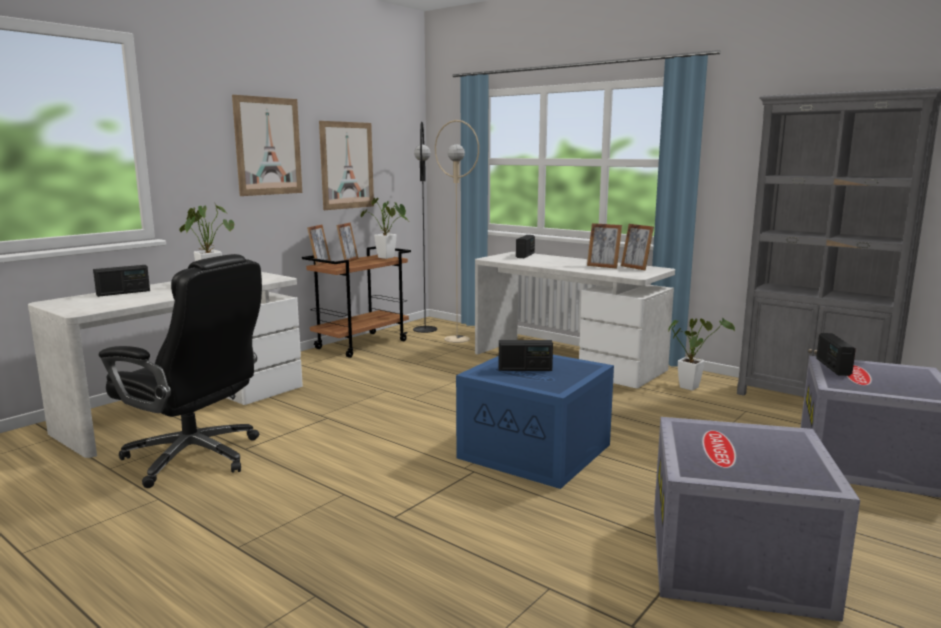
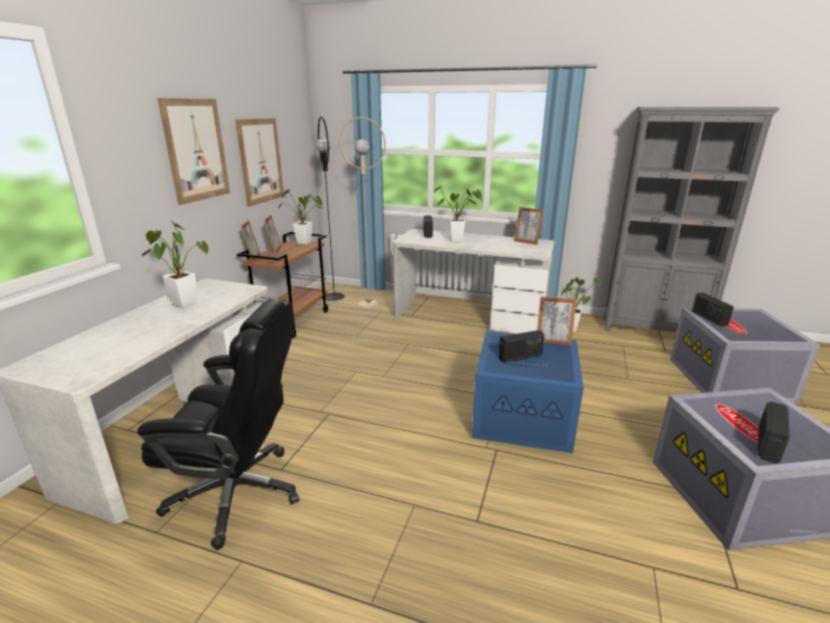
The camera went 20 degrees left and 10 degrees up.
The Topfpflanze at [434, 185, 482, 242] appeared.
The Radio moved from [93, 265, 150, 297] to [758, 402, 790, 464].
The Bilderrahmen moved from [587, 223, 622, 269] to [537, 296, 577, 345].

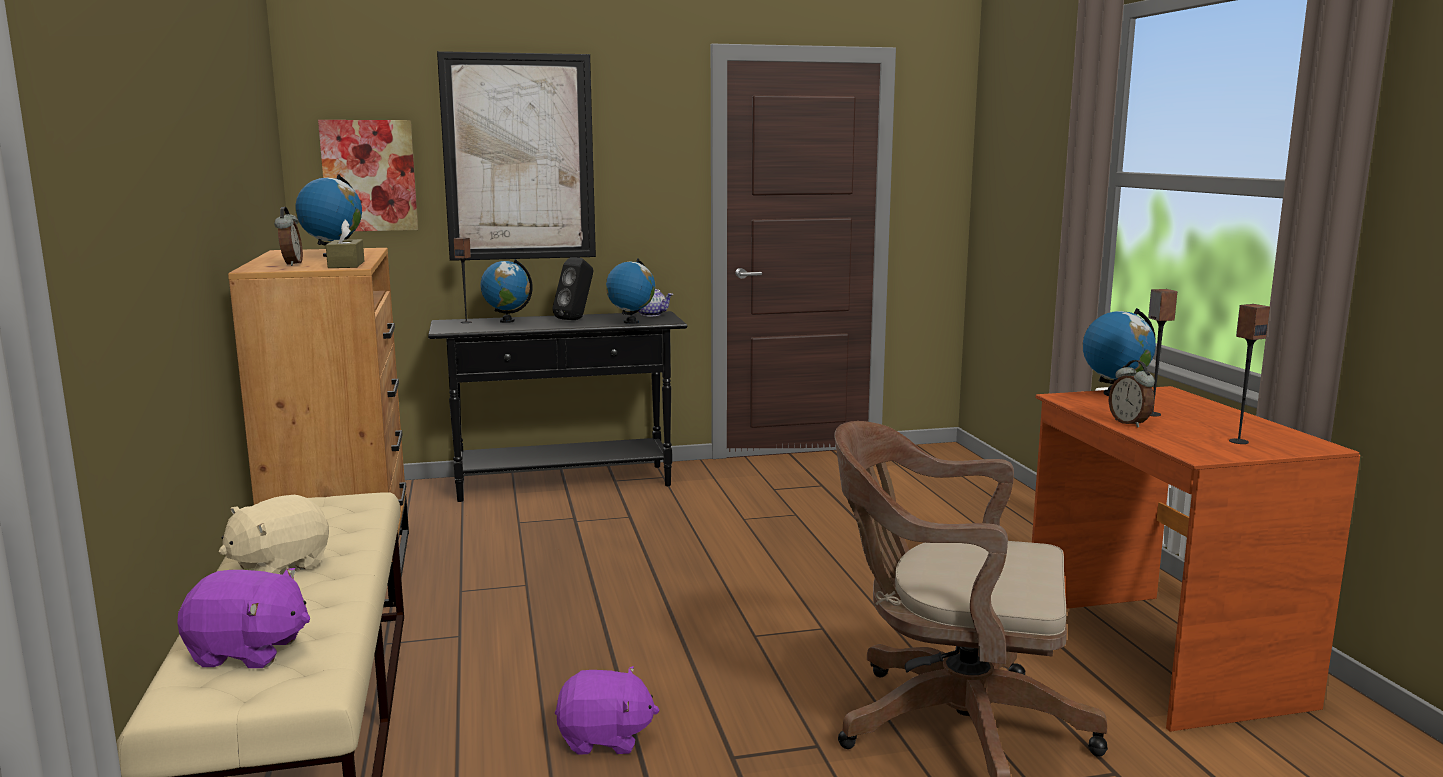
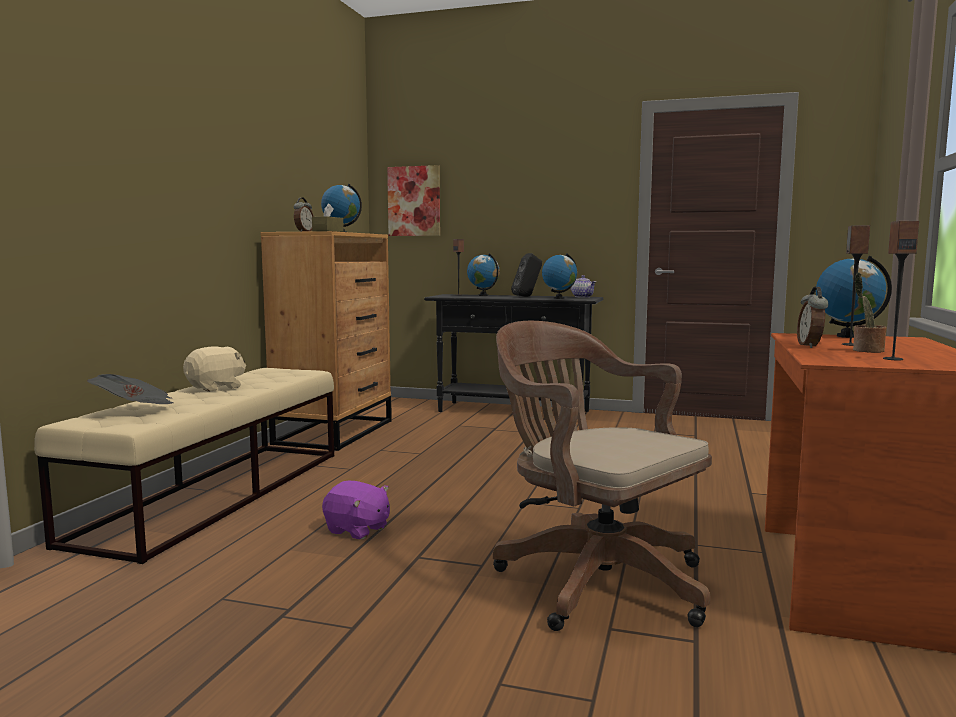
The camera went 30 degrees right and 5 degrees down.
The Bild at [437, 51, 596, 261] disappeared.
The Topfpflanze at [853, 272, 887, 353] appeared.
The Plüschtier (lila) at [177, 568, 310, 668] was replaced by the Zeitung at [87, 374, 174, 404].
The Plüschtier (beige) at [219, 495, 329, 574] turned 150 degrees clockwise.

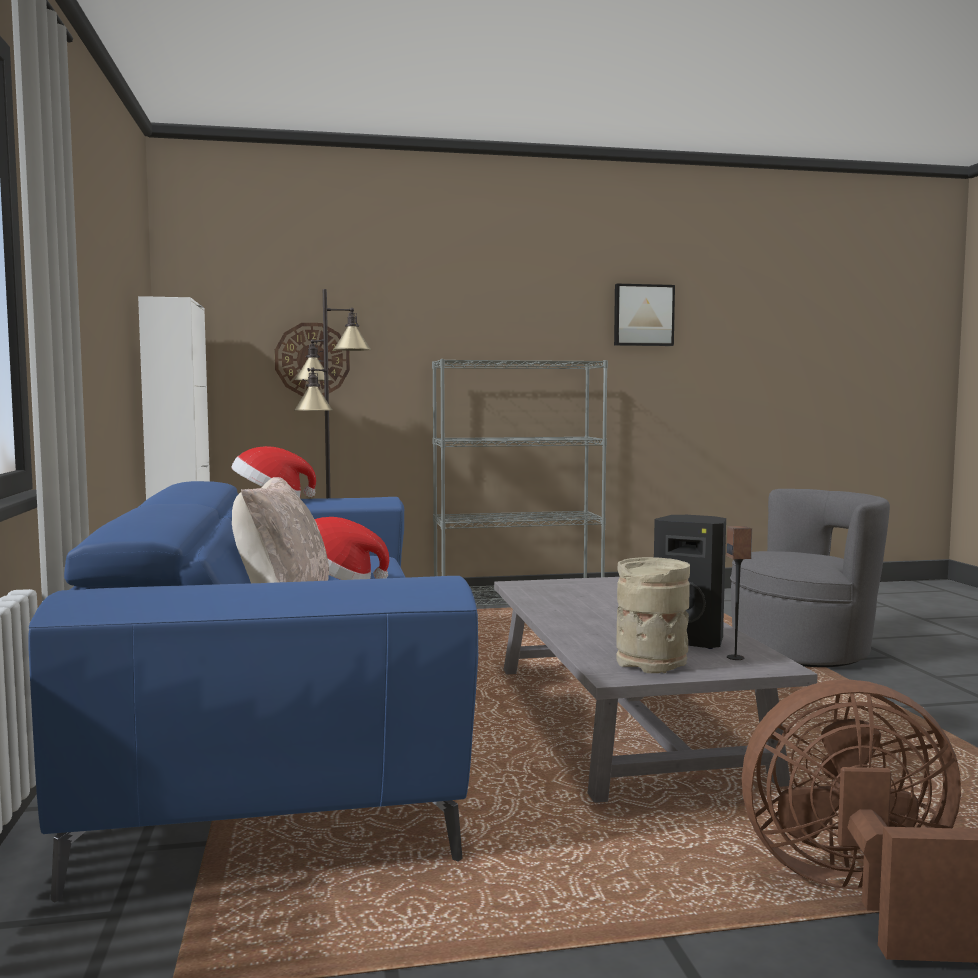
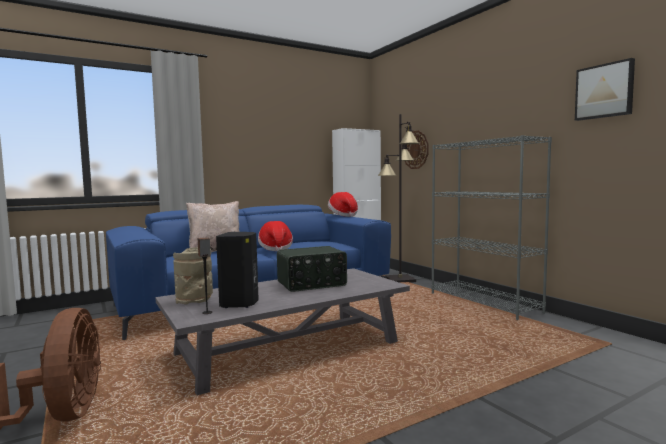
The camera went 70 degrees right and 0 degrees up.
The Sessel (grau) at [730, 489, 890, 667] disappeared.
The Radio at [277, 246, 347, 292] appeared.

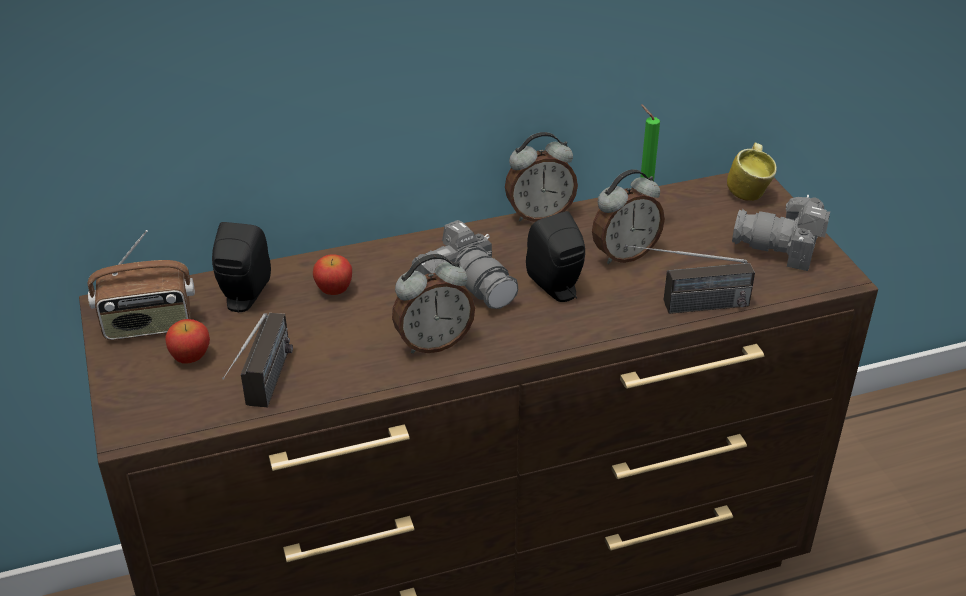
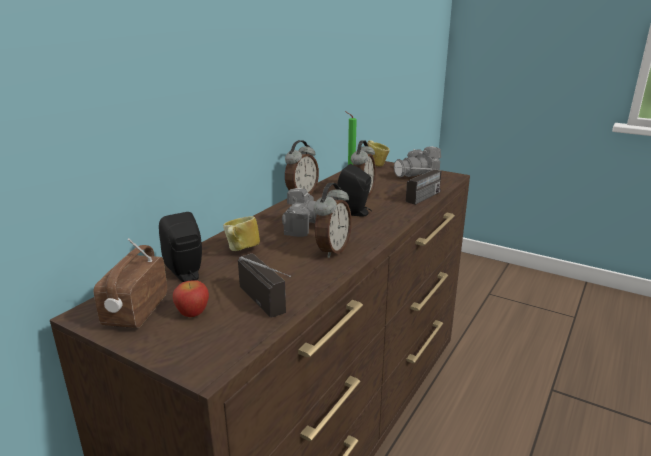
The camera went 40 degrees left and 15 degrees down.
The Apfel at [313, 255, 352, 295] was replaced by the Henkelbecher at [223, 216, 260, 251].
The Radio at [88, 230, 195, 340] turned 150 degrees clockwise.

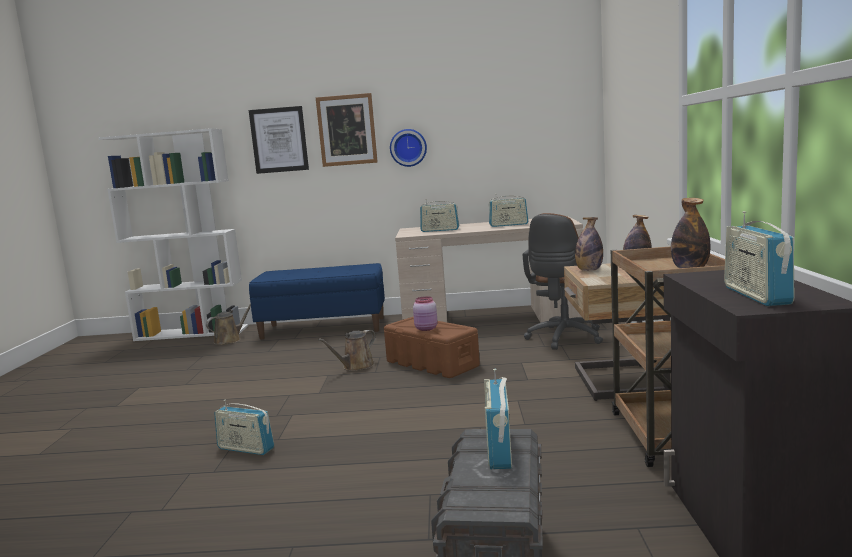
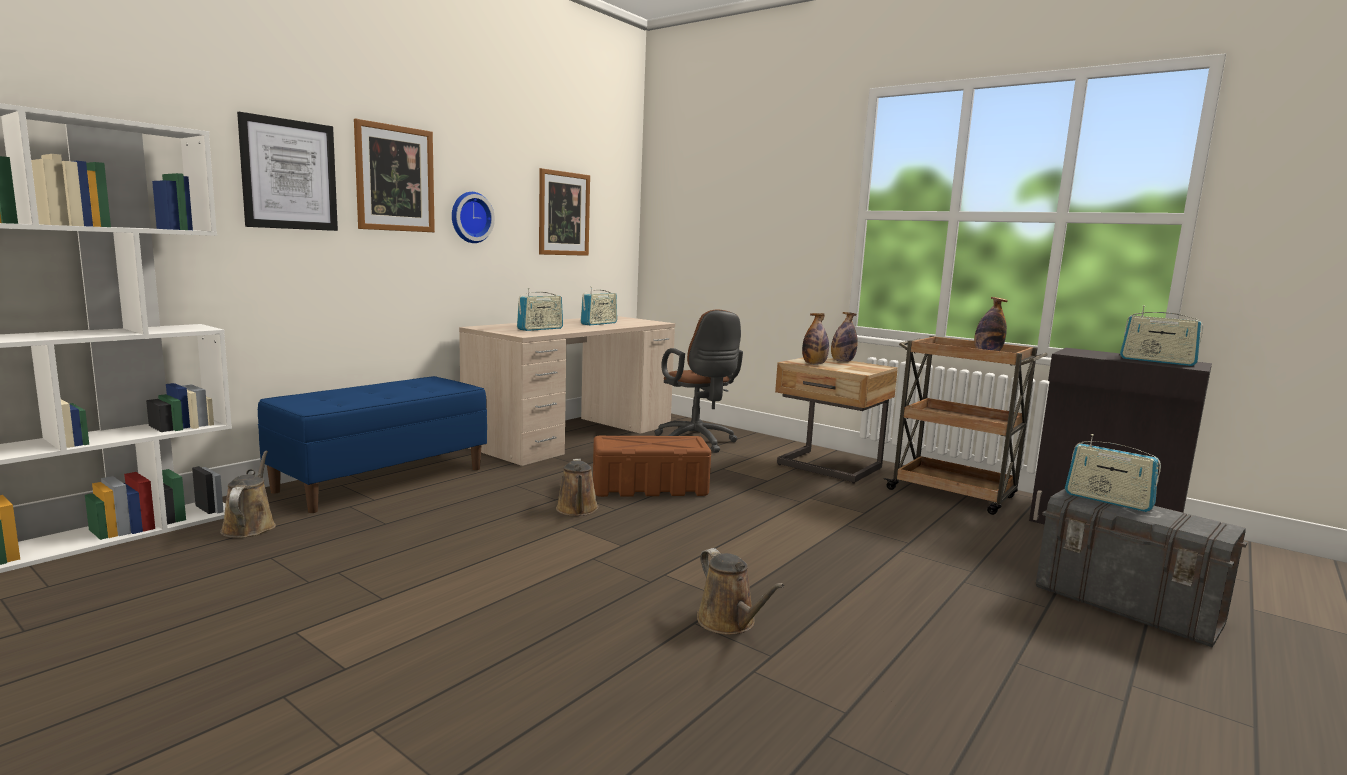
The camera went 55 degrees left and 0 degrees up.
The Vorratsglas (rosa) at [413, 296, 438, 331] disappeared.
The Bild at [539, 168, 590, 256] appeared.
The Radio at [214, 399, 274, 455] was replaced by the Gießkanne (braun) at [697, 548, 785, 635].

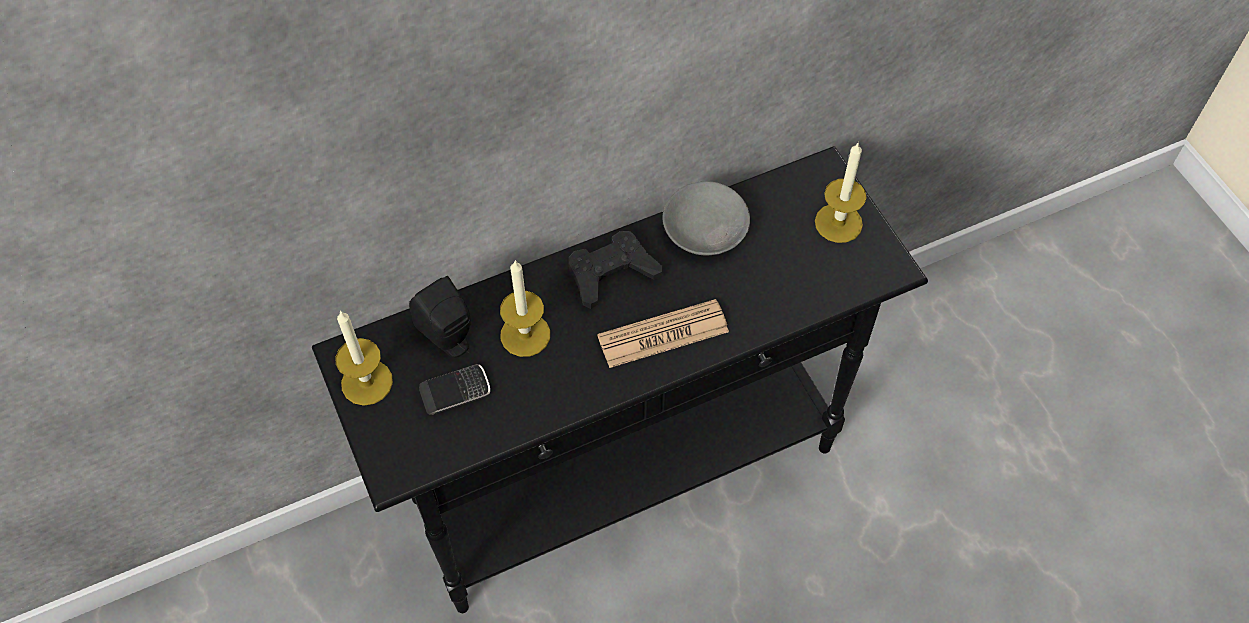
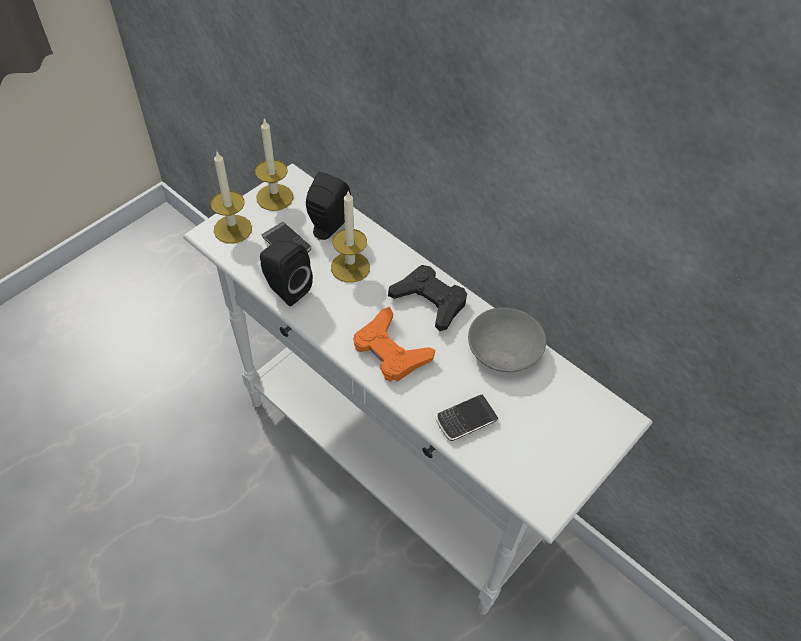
The camera went 65 degrees right and 5 degrees down.
The Lautsprecher (schwarz) at [260, 240, 313, 306] appeared.
The Handy at [435, 395, 498, 441] appeared.
The Kerze moved from [815, 141, 867, 243] to [210, 152, 252, 244].
The Zeitung at [597, 299, 729, 368] was replaced by the Gamepad (orange) at [353, 307, 435, 382].
The Konsolentisch (schwarz) at [312, 146, 928, 613] became the Konsolentisch (weiß) at [183, 164, 653, 615].

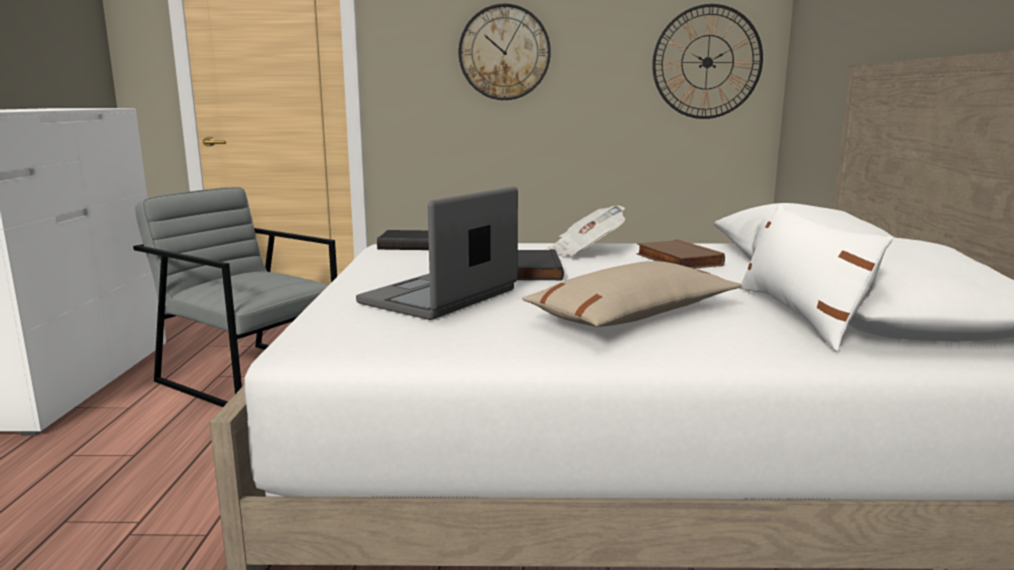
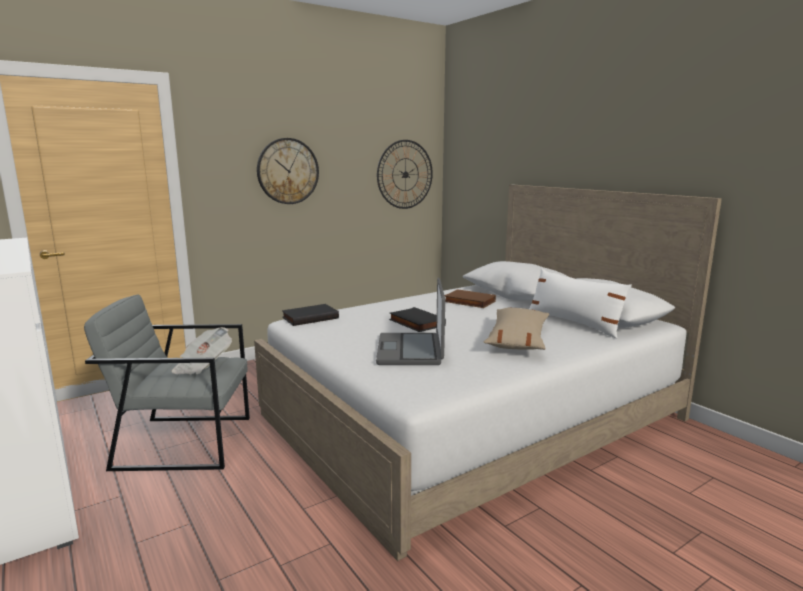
The camera went 35 degrees left and 0 degrees up.
The Zeitung moved from [545, 205, 626, 256] to [172, 327, 232, 375].

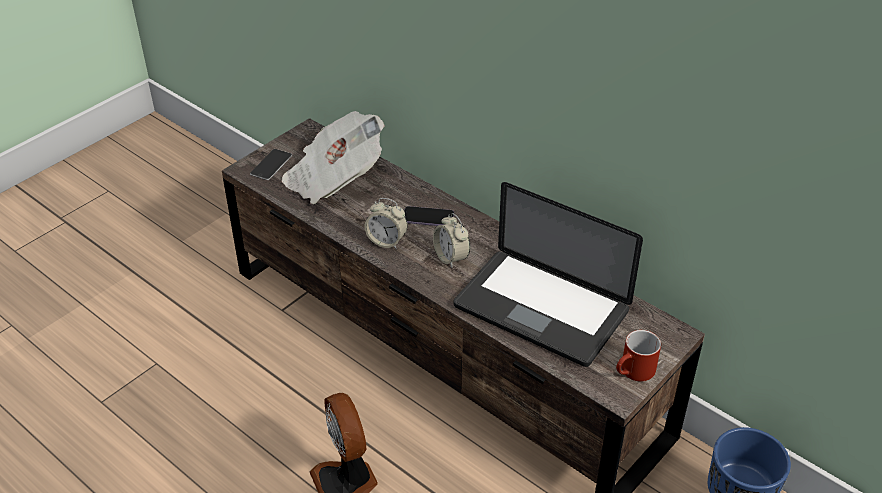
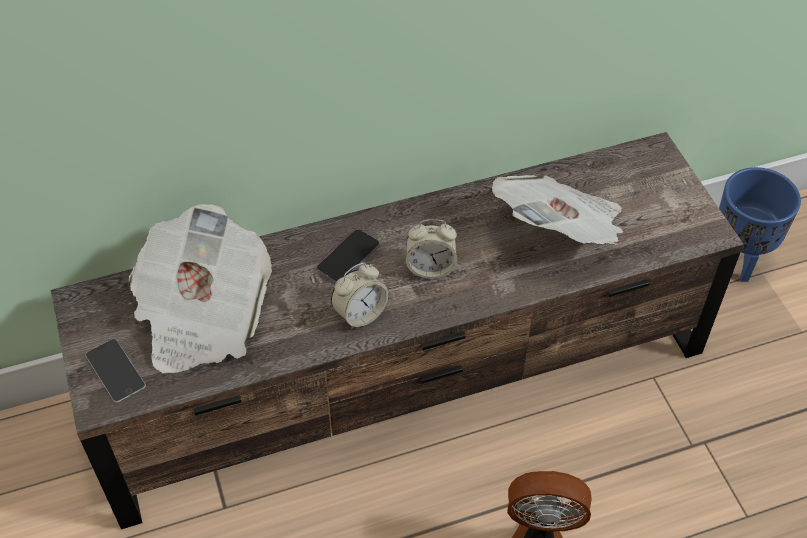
The camera went 60 degrees left and 10 degrees up.
The Henkelbecher (rot) at [616, 330, 661, 382] disappeared.
The Laptop at [453, 182, 643, 367] was replaced by the Zeitung at [492, 175, 623, 244].

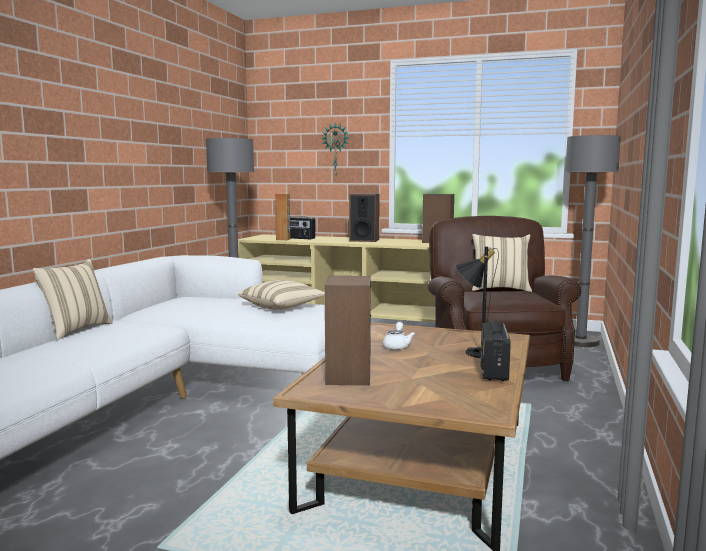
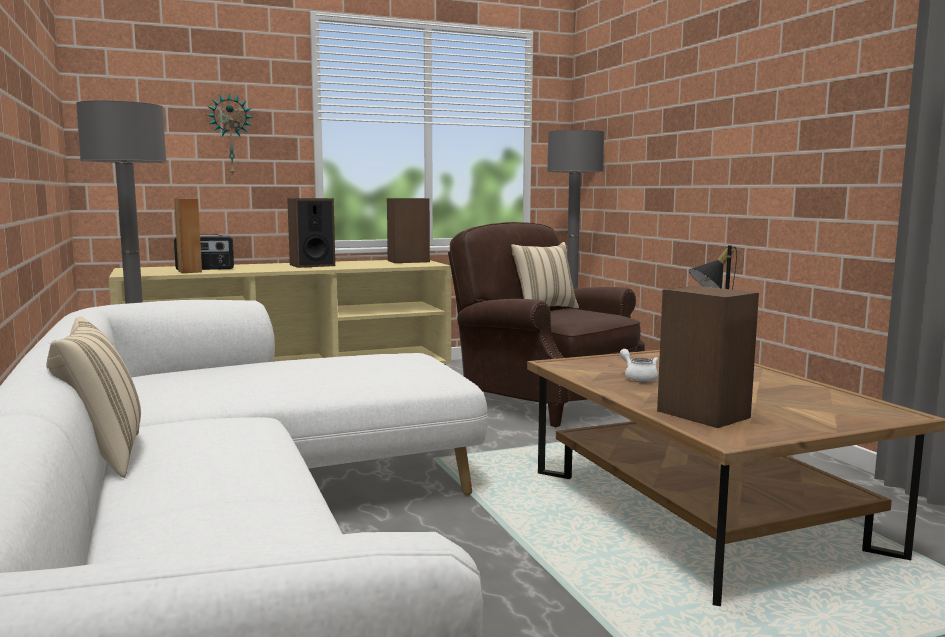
The camera went 40 degrees left and 0 degrees up.
The Kissen (beige) at [238, 280, 325, 310] disappeared.
The Radio at [481, 321, 511, 381] disappeared.

